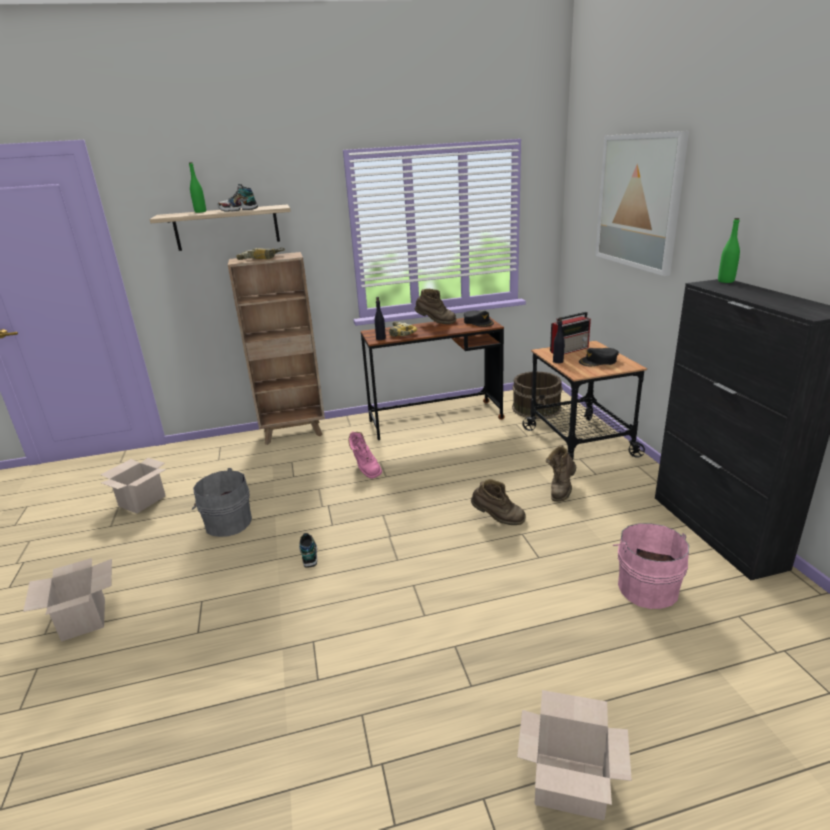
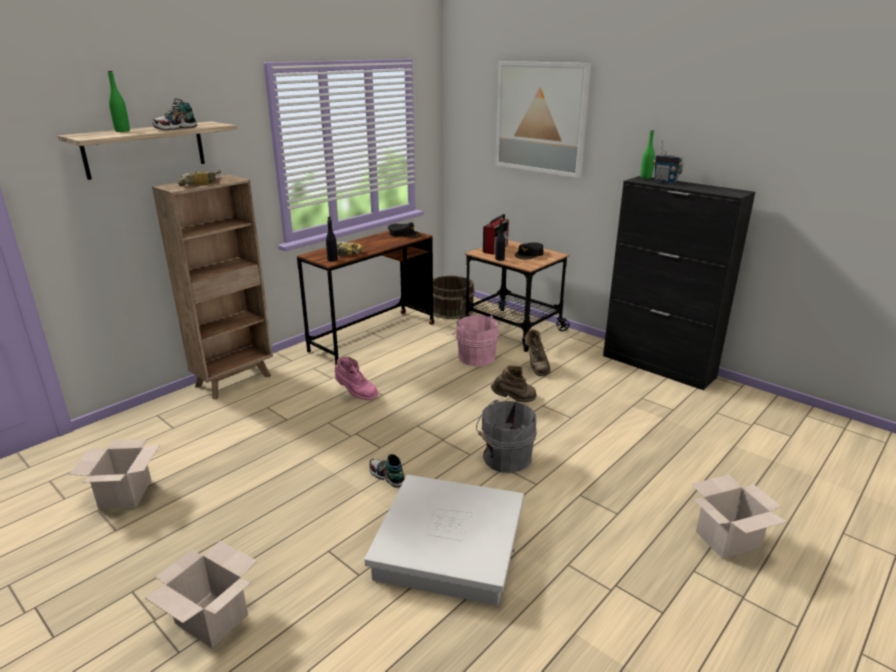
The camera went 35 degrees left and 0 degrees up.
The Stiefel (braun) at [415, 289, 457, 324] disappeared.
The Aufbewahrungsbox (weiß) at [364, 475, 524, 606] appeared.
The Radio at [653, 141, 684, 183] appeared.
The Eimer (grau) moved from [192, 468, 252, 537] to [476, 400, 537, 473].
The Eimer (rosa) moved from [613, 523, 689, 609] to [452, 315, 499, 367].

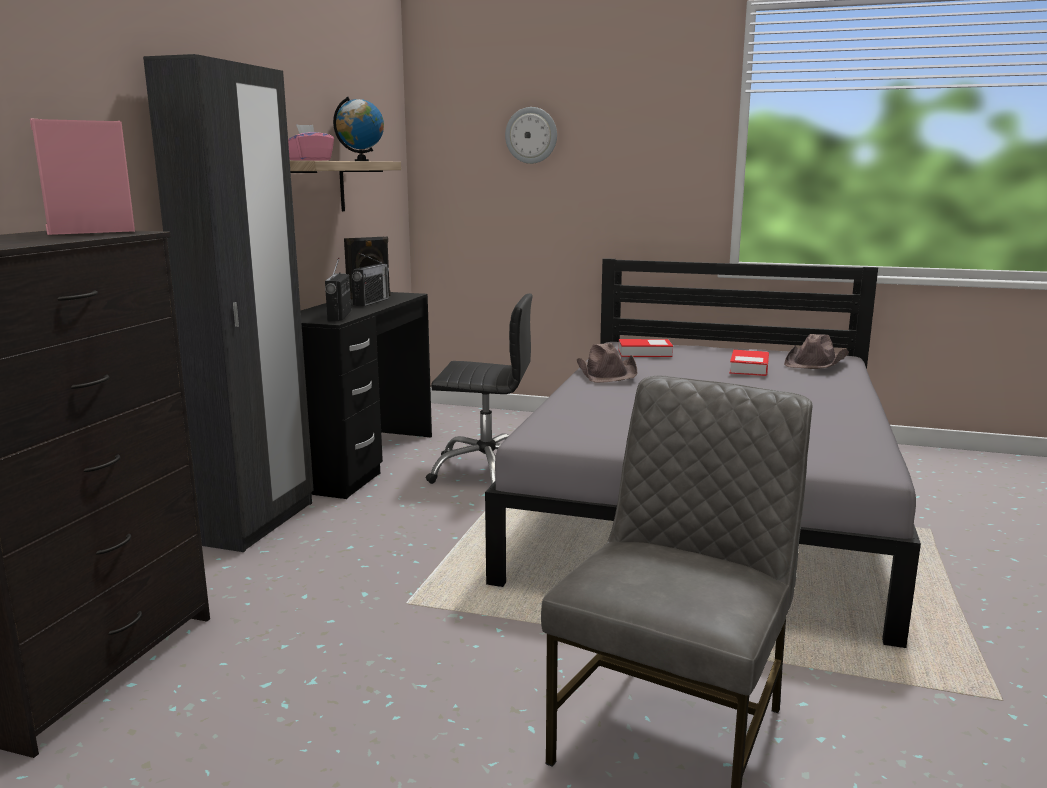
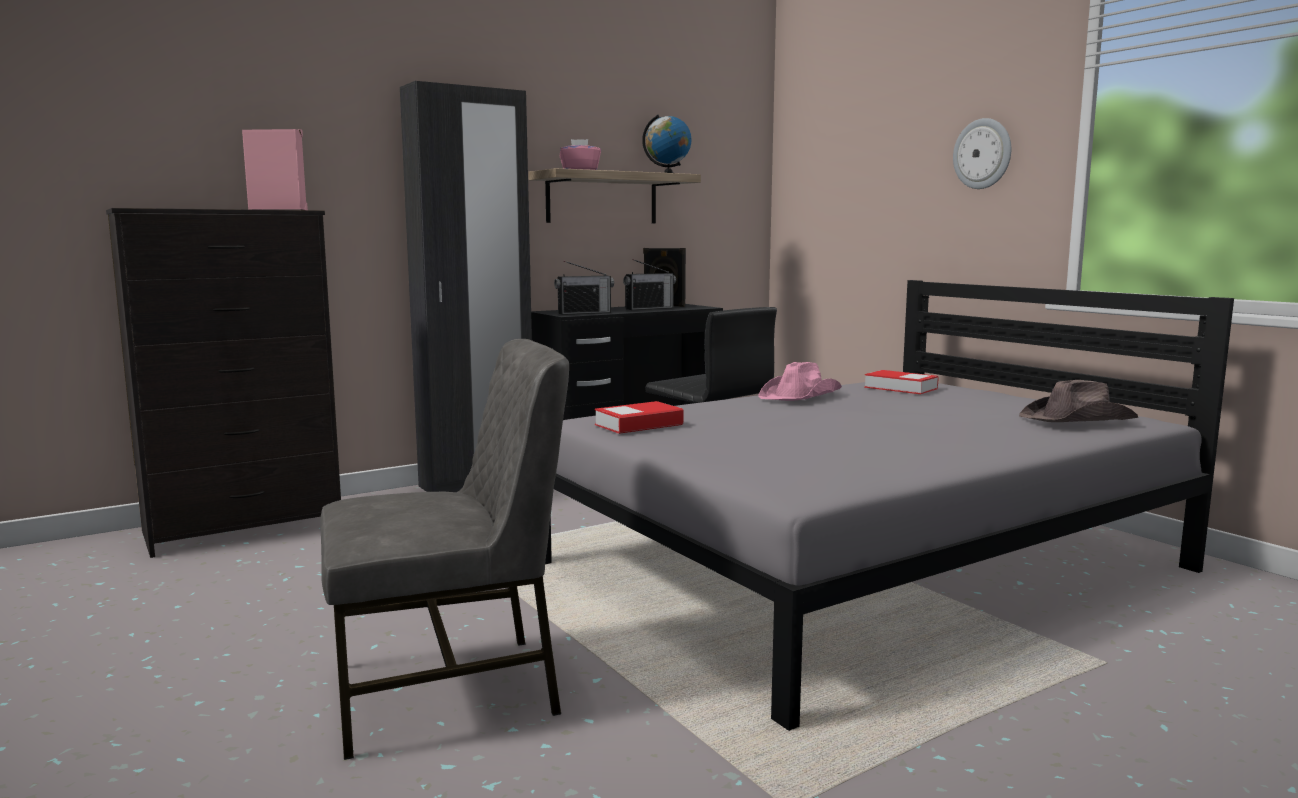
The camera went 40 degrees right and 5 degrees down.
The Wanduhr moved from [505, 107, 557, 164] to [953, 118, 1011, 189].
The Buch moved from [729, 350, 769, 376] to [595, 401, 683, 434].
The Hut (braun) at [577, 343, 637, 383] became the Hut (rosa) at [758, 362, 842, 401].
The Radio at [325, 258, 351, 321] turned 150 degrees counterclockwise.

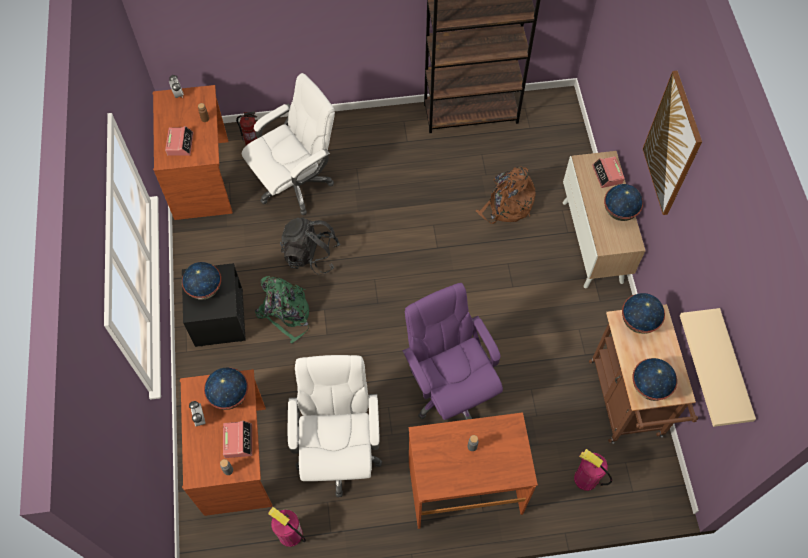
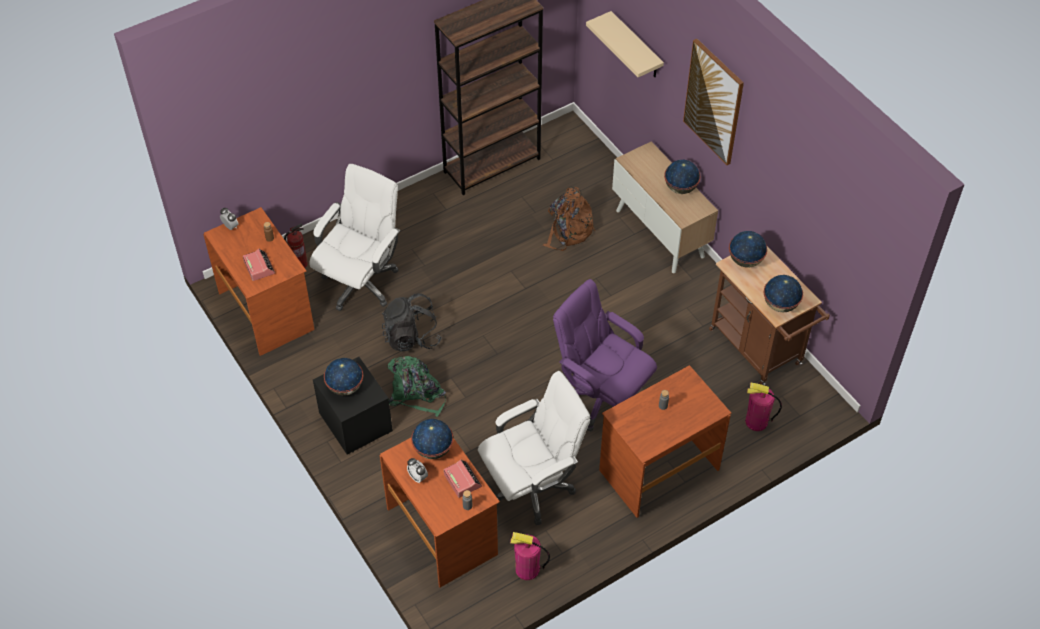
The camera went 25 degrees left and 10 degrees down.
The Wecker at [592, 156, 625, 188] disappeared.
The Wandregal (beige) moved from [680, 308, 756, 427] to [586, 11, 664, 77].
The Bürostuhl (weiß) at [288, 355, 382, 497] turned 90 degrees clockwise.

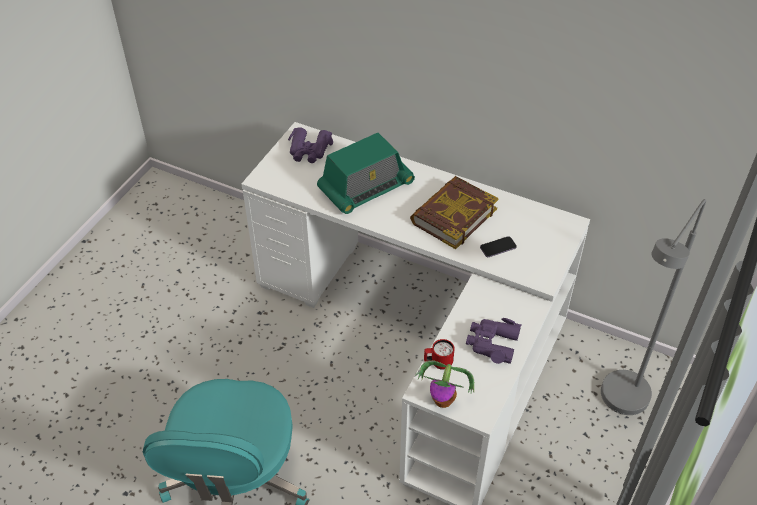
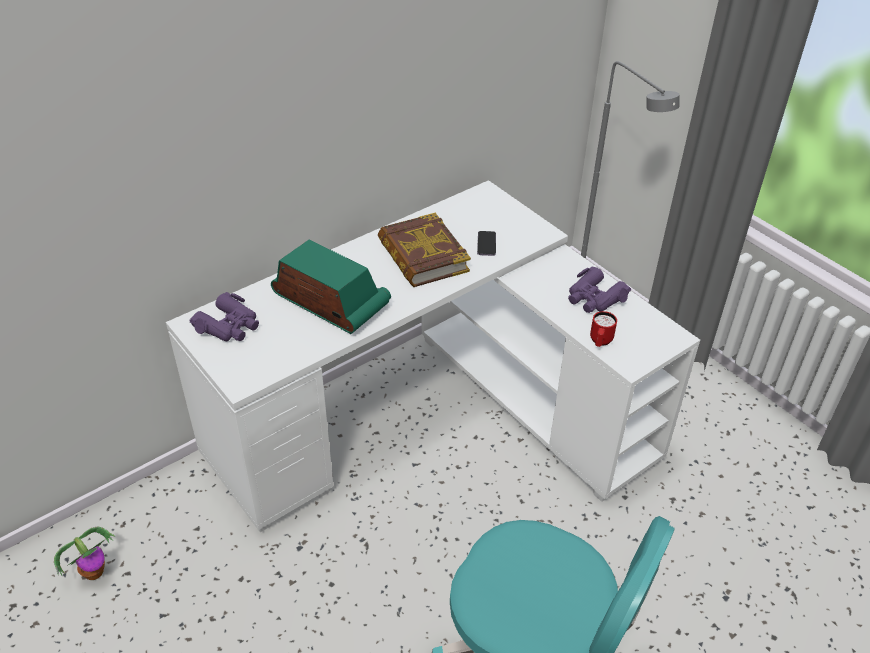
The camera went 65 degrees left and 5 degrees down.
The Topfpflanze moved from [415, 360, 474, 408] to [54, 527, 115, 580].
The Radio at [317, 133, 415, 214] turned 45 degrees counterclockwise.

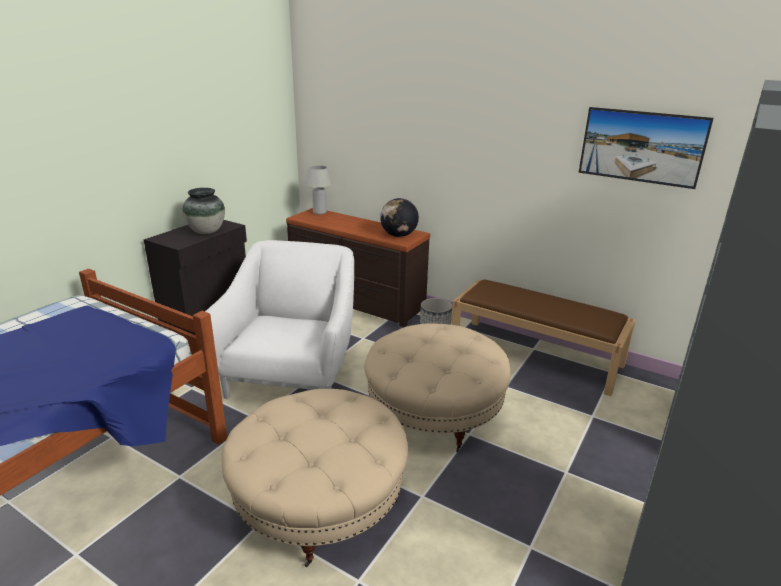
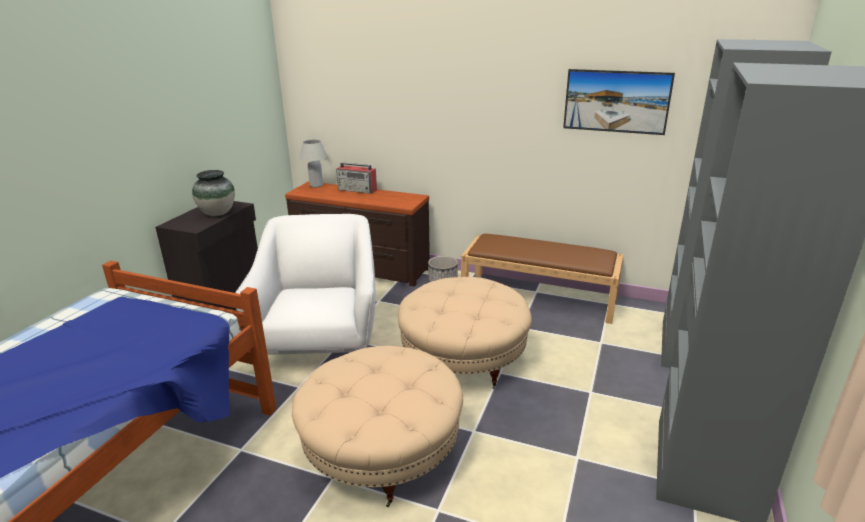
The camera went 10 degrees left and 0 degrees up.
The Globus at [380, 198, 419, 237] disappeared.
The Radio at [336, 162, 377, 194] appeared.

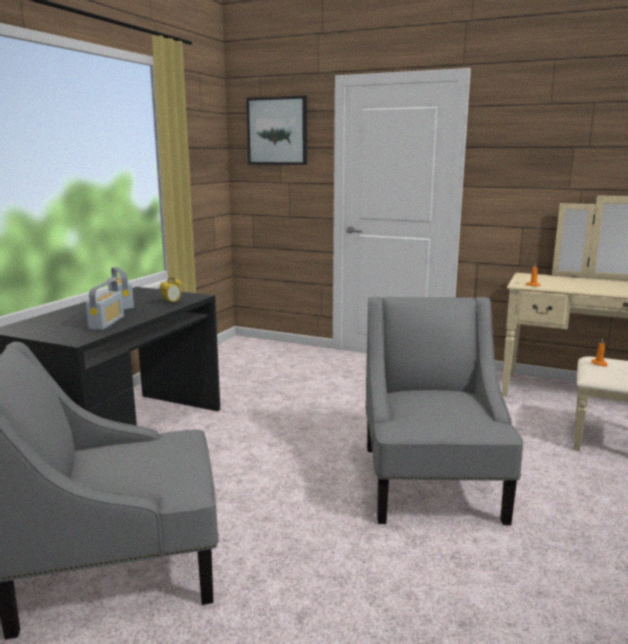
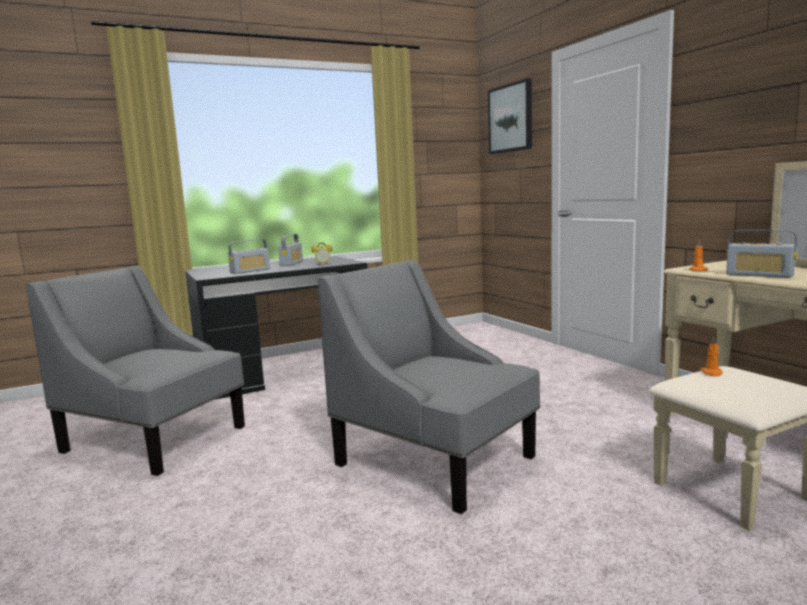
The camera went 40 degrees right and 5 degrees down.
The Radio at [726, 230, 797, 278] appeared.
The Sessel (grau) at [365, 297, 523, 525] turned 90 degrees counterclockwise.

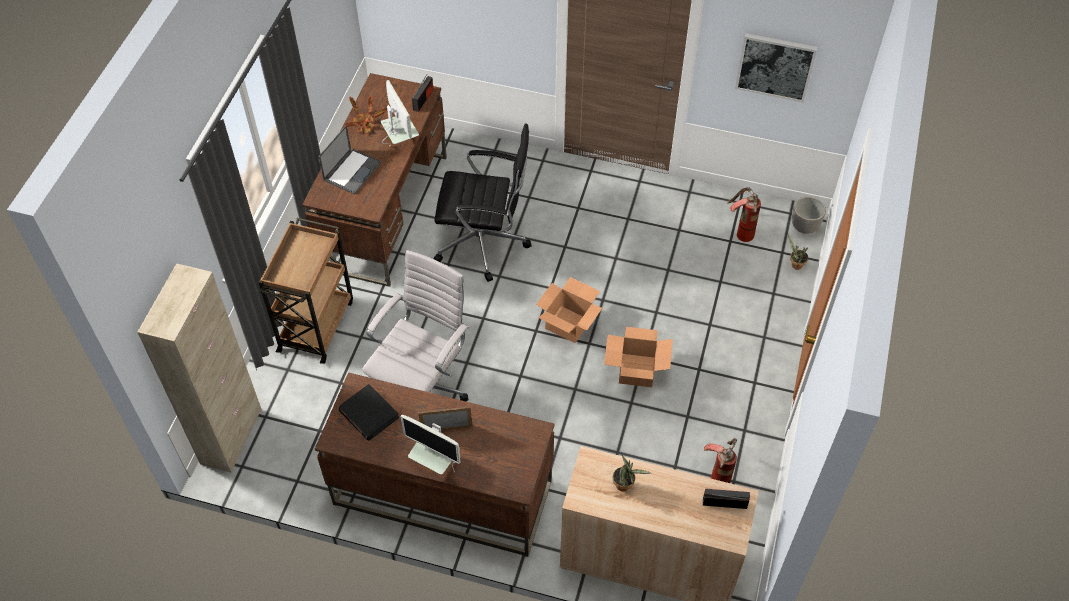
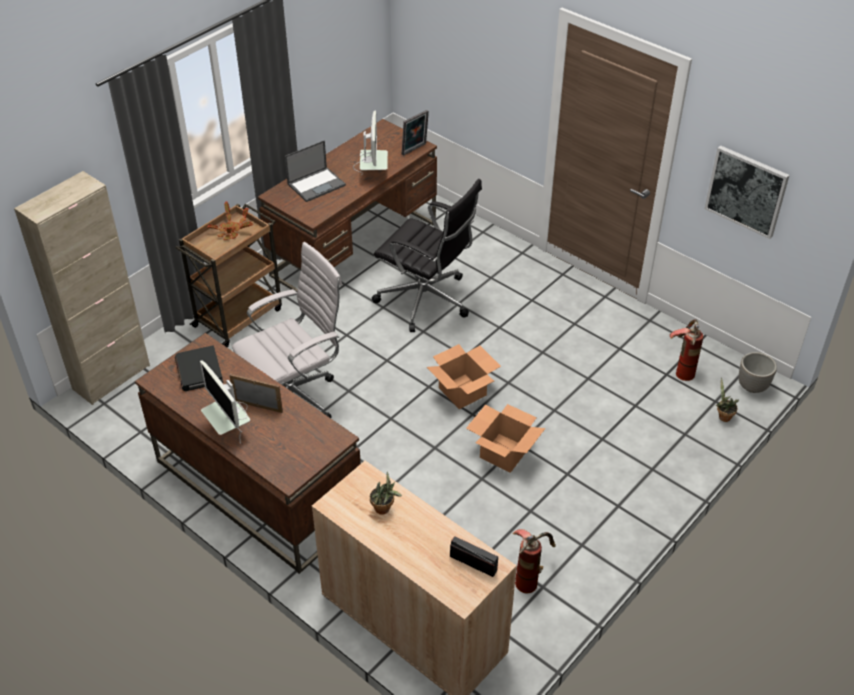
The camera went 25 degrees right and 10 degrees down.
The Topfpflanze moved from [345, 97, 386, 134] to [207, 202, 253, 240].
The Radio at [412, 74, 434, 112] was replaced by the Bilderrahmen at [402, 110, 429, 156].

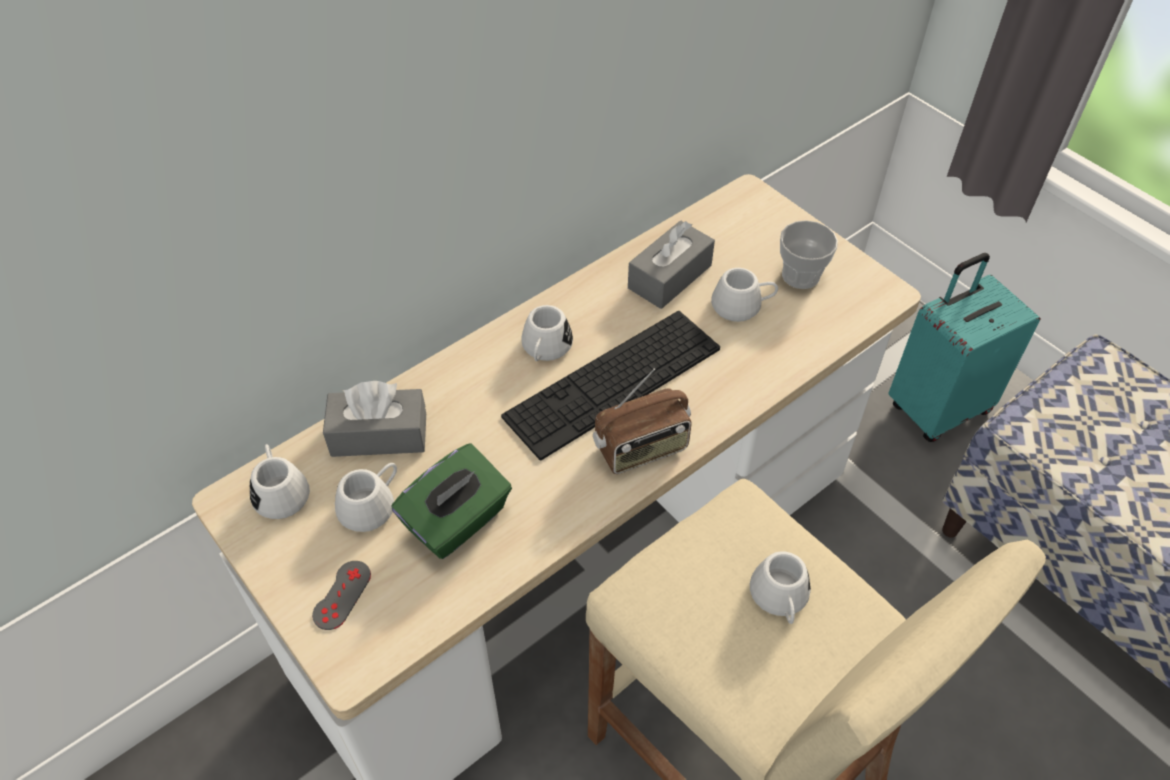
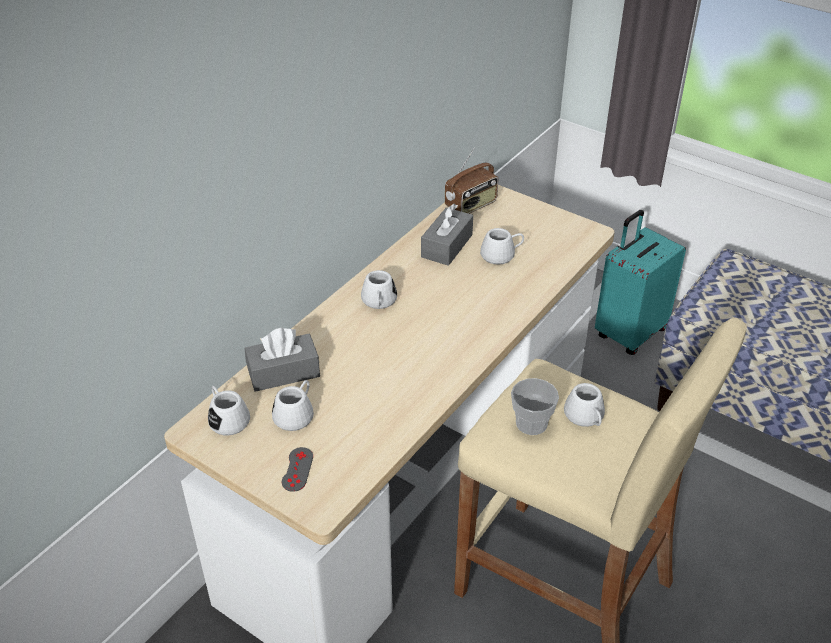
The camera went 15 degrees left and 10 degrees down.
The Taschentuchbox (grün) at [391, 443, 512, 559] disappeared.
The Tastatur at [501, 311, 720, 460] disappeared.
The Radio moved from [593, 369, 692, 474] to [445, 148, 498, 214].
The Tasse moved from [780, 220, 838, 289] to [511, 378, 559, 435].

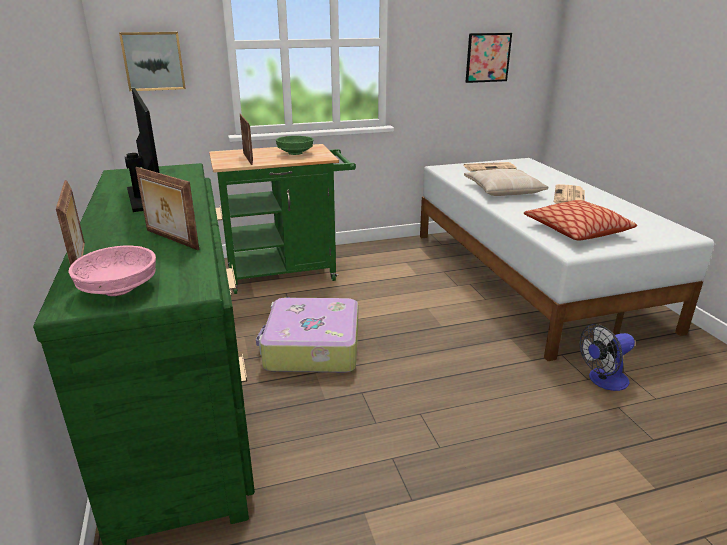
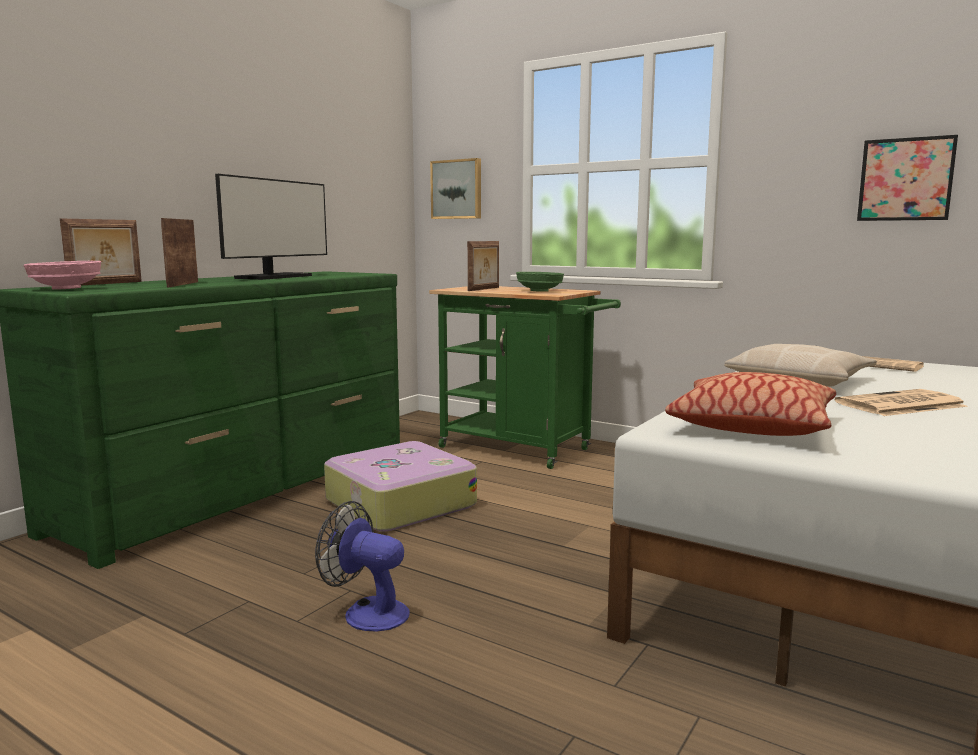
The camera went 50 degrees right and 15 degrees down.
The Ventilator moved from [580, 324, 635, 391] to [315, 501, 410, 632].

